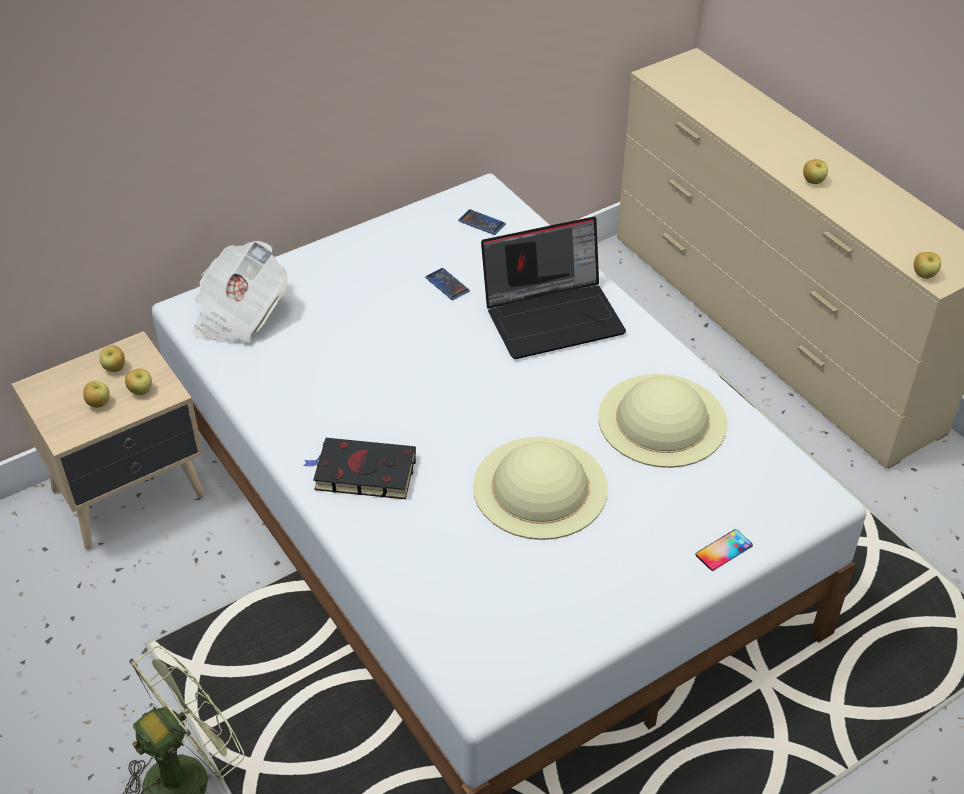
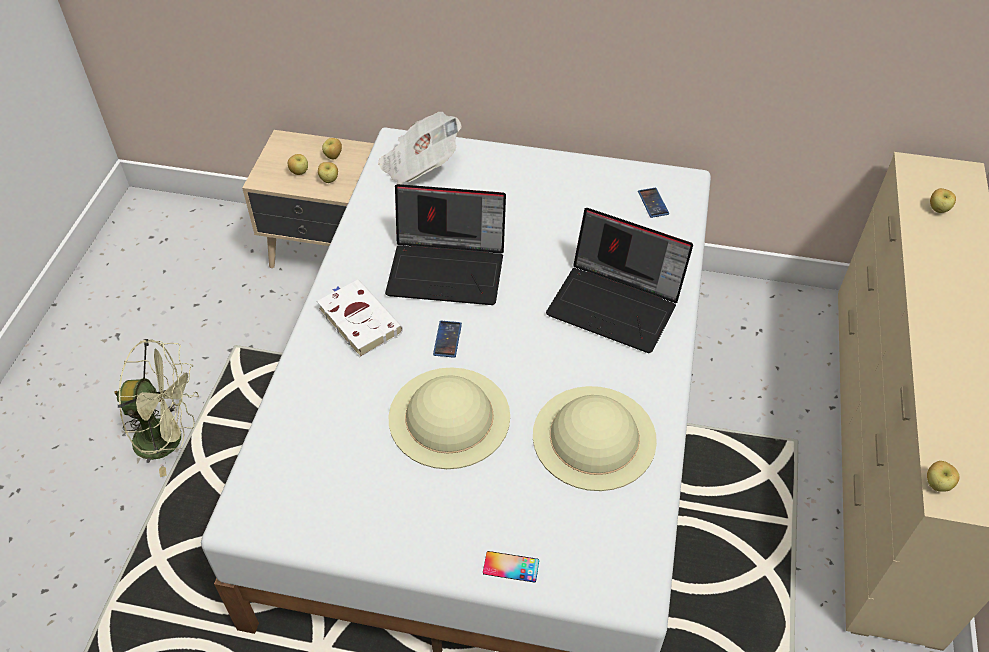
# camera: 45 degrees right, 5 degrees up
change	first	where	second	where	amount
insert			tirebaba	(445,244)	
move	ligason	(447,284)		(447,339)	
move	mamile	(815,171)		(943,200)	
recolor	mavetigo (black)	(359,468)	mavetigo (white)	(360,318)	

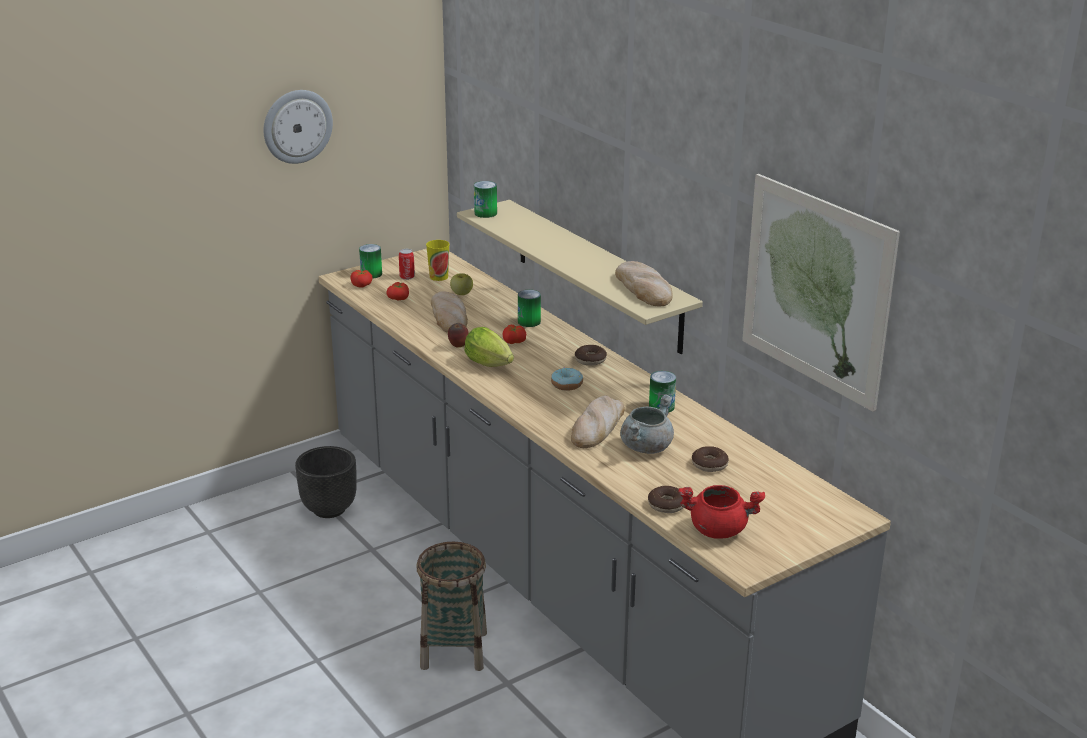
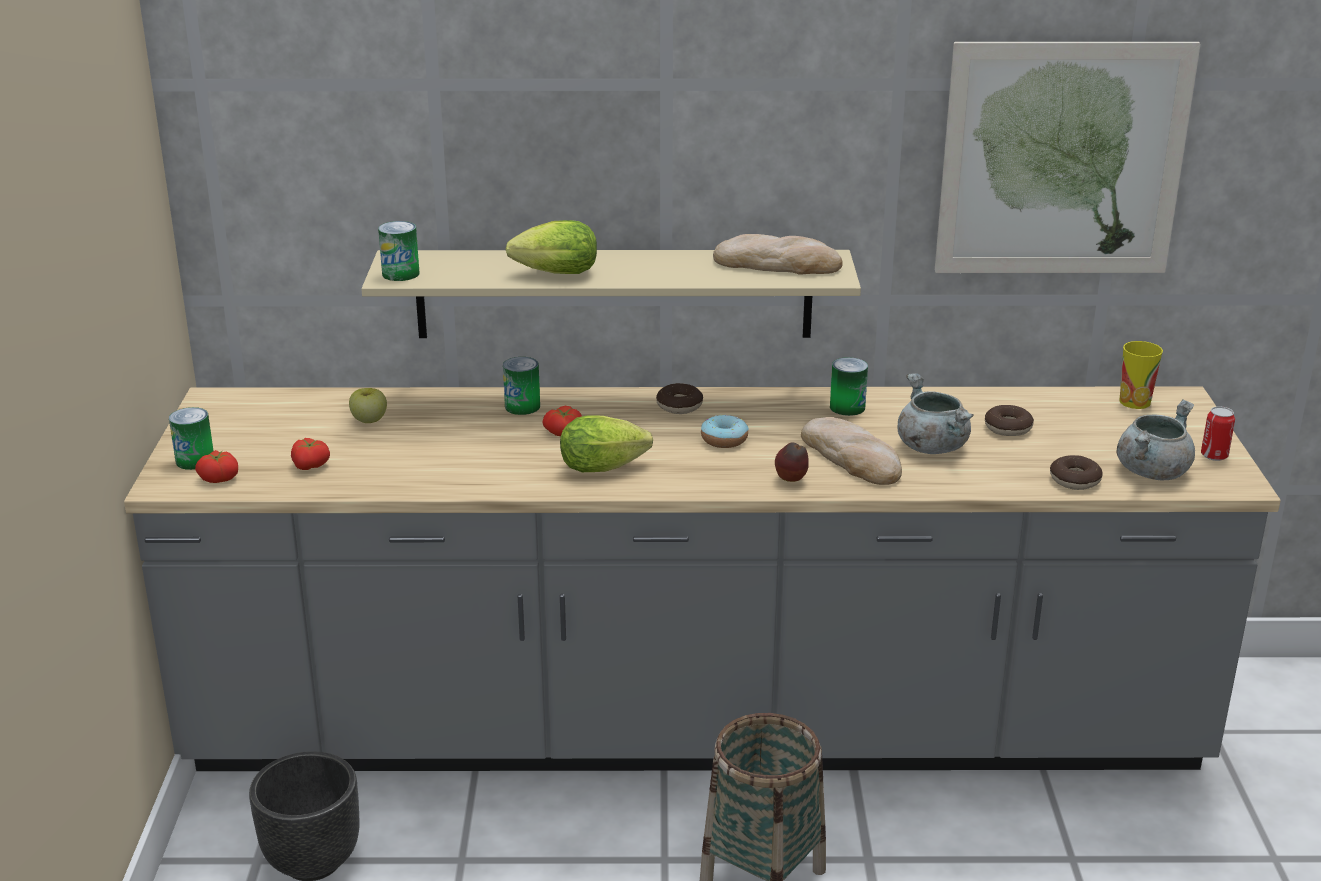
# camera: 55 degrees left, 0 degrees up
change	first	where	second	where	amount
delete	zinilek	(298,127)			
delete	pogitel	(449,312)			
insert			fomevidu	(551,247)	
move	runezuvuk	(407,264)		(1218,433)	
move	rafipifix	(437,260)		(1141,375)	
move	mamile	(458,335)		(792,462)	
recolor	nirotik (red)	(721,512)	nirotik (grey)	(1156,440)	

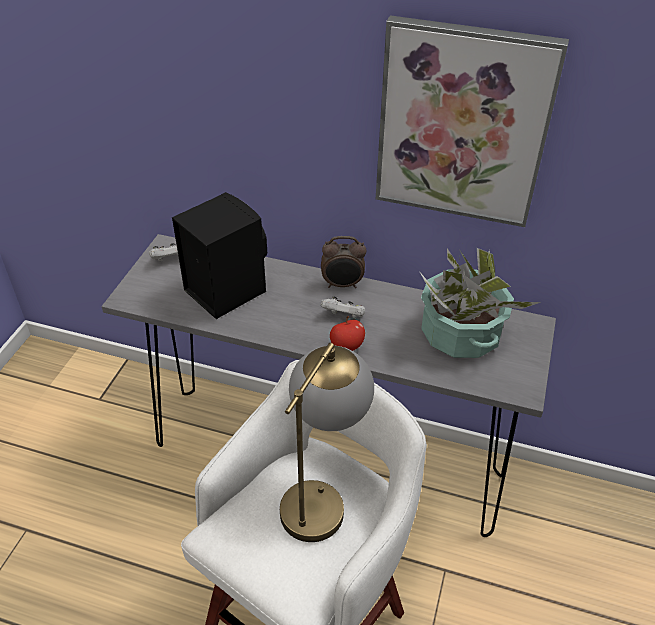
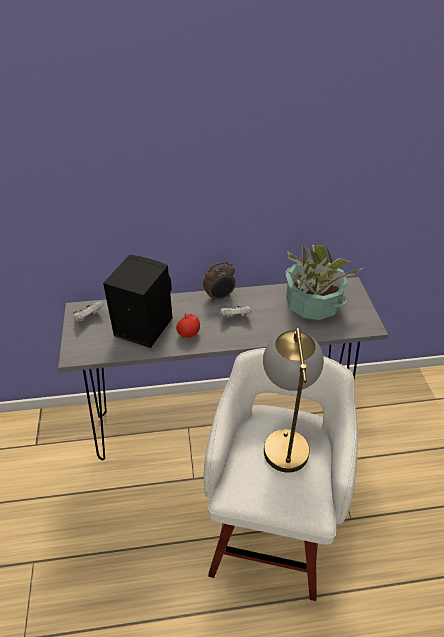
# camera: 25 degrees left, 0 degrees up
change	first	where	second	where	amount
delete	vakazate	(472,121)			
move	mamile	(347,333)		(188,325)	

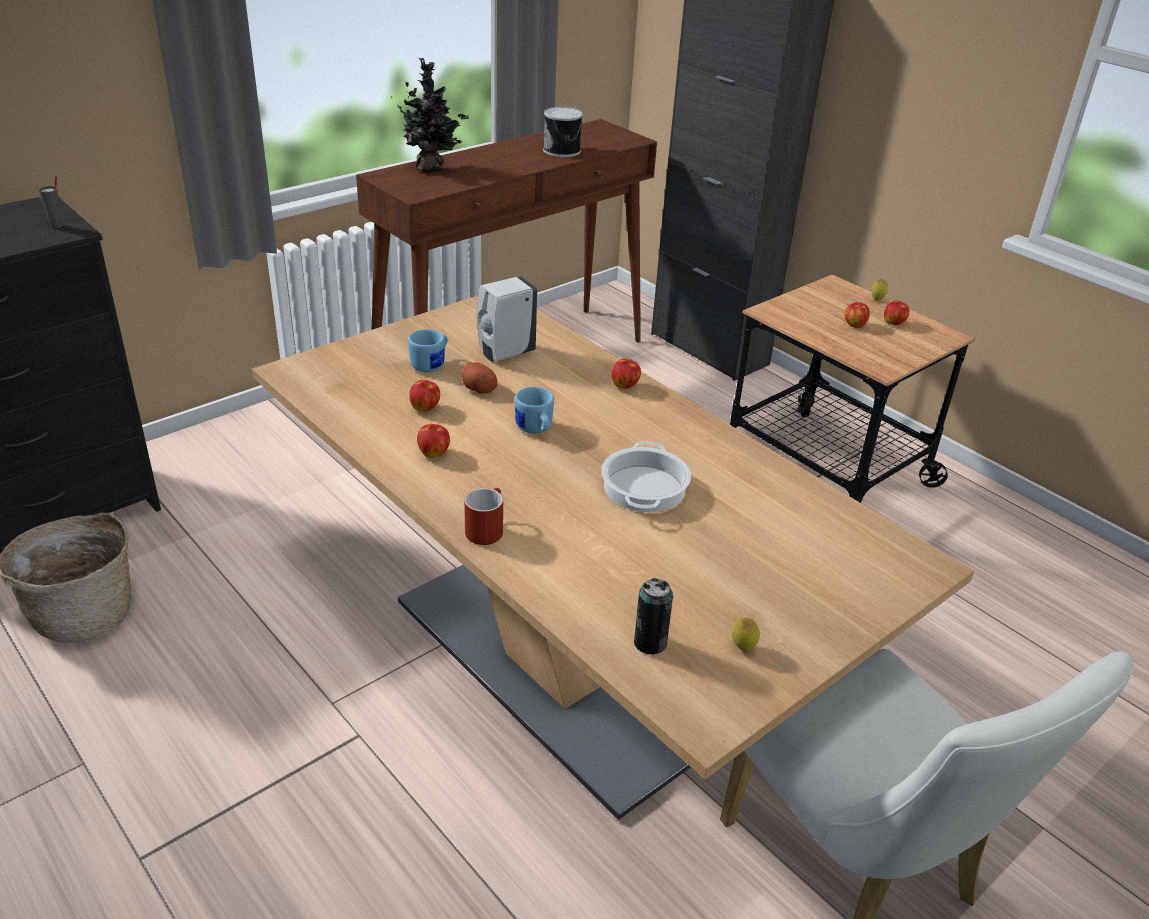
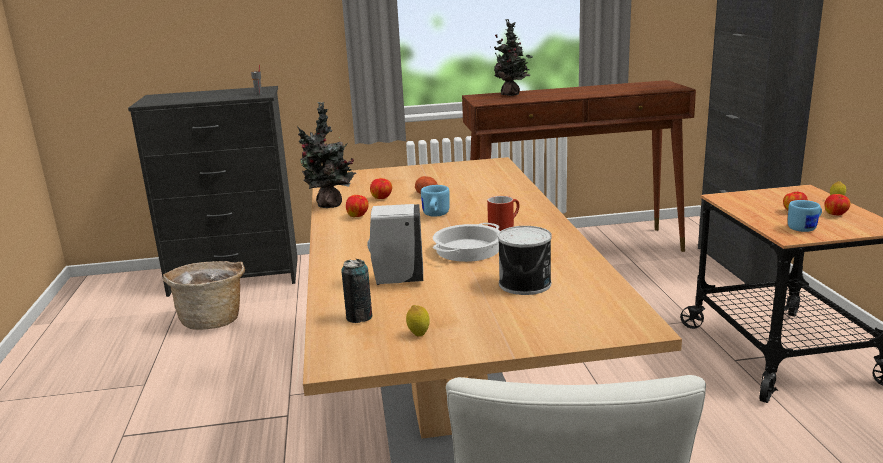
# camera: 35 degrees right, 15 degrees down
change	first	where	second	where	amount
delete	mamile	(626,373)			
insert			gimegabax	(327,155)	
move	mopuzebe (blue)	(428,350)		(805,216)	
move	mopuzebe (red)	(483,516)		(503,213)	
move	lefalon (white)	(507,319)		(395,244)	
move	runezuvuk	(563,132)		(525,260)	

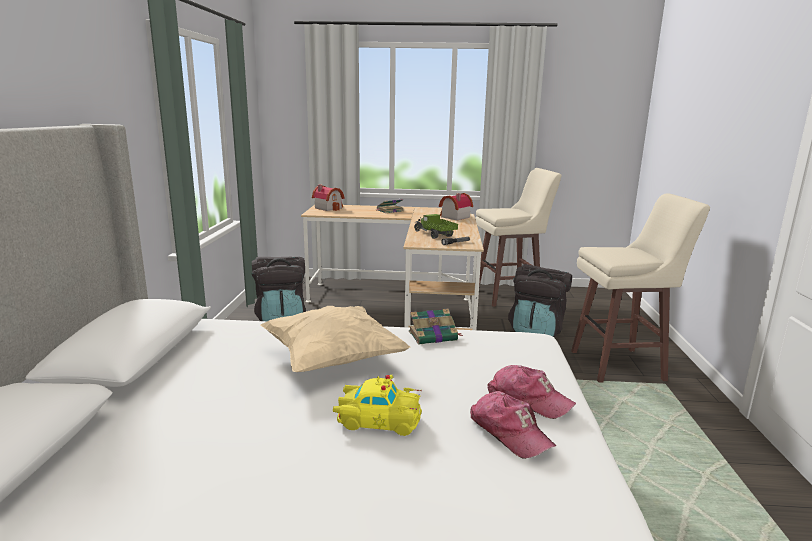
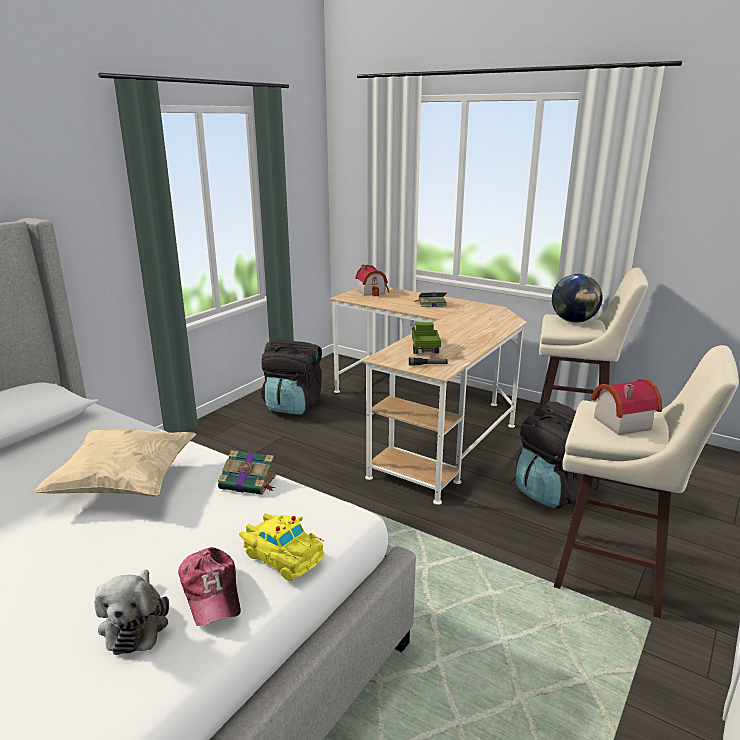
# camera: 30 degrees right, 5 degrees up
change	first	where	second	where	amount
insert			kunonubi	(577,298)	
move	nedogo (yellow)	(377,405)		(282,547)	
move	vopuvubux	(456,206)		(626,407)	
replace	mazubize	(513,425)	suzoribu	(131,612)	

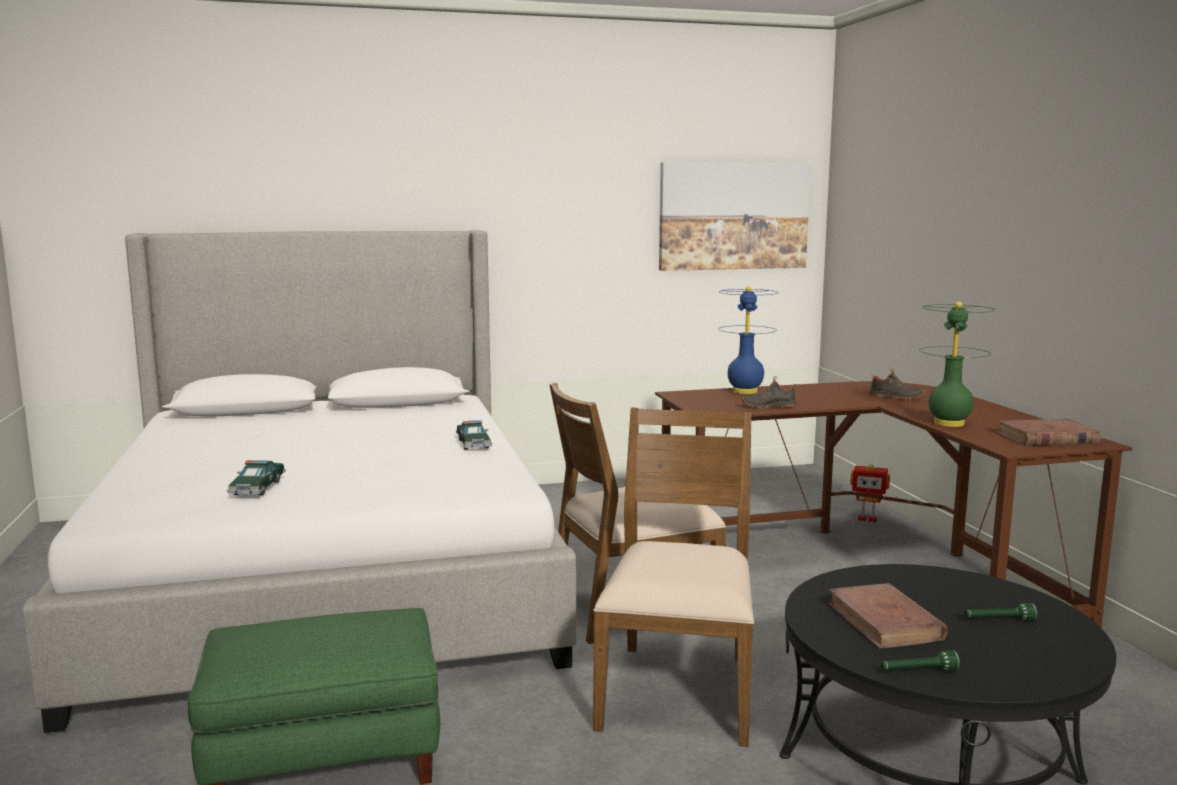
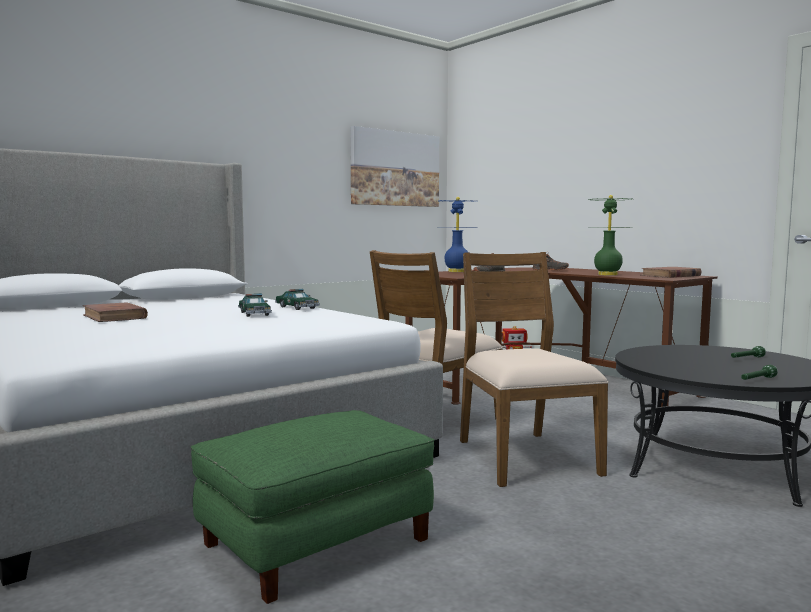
# camera: 25 degrees left, 5 degrees down
change	first	where	second	where	amount
move	nedogo	(256,477)		(255,305)	
move	mavetigo (brown)	(888,616)		(115,312)	

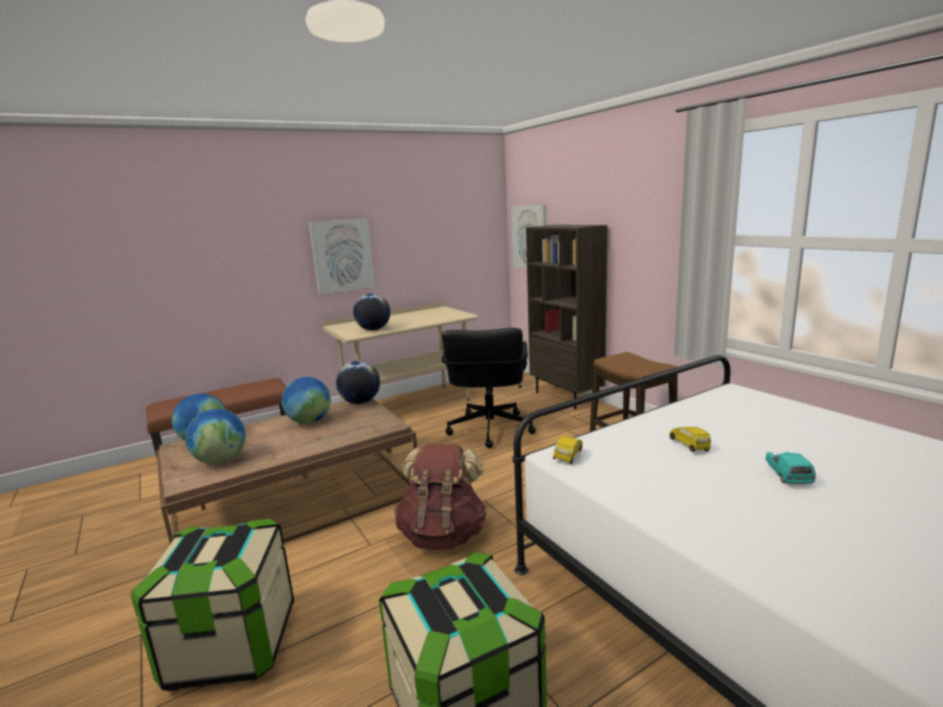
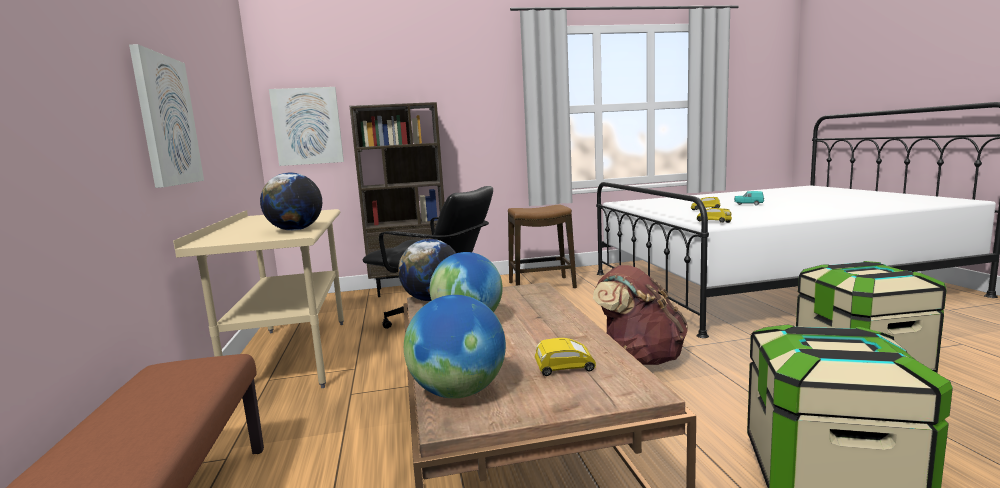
# camera: 70 degrees left, 5 degrees down
change	first	where	second	where	amount
replace	kunonubi	(215,436)	nedogo (yellow)	(565,357)	

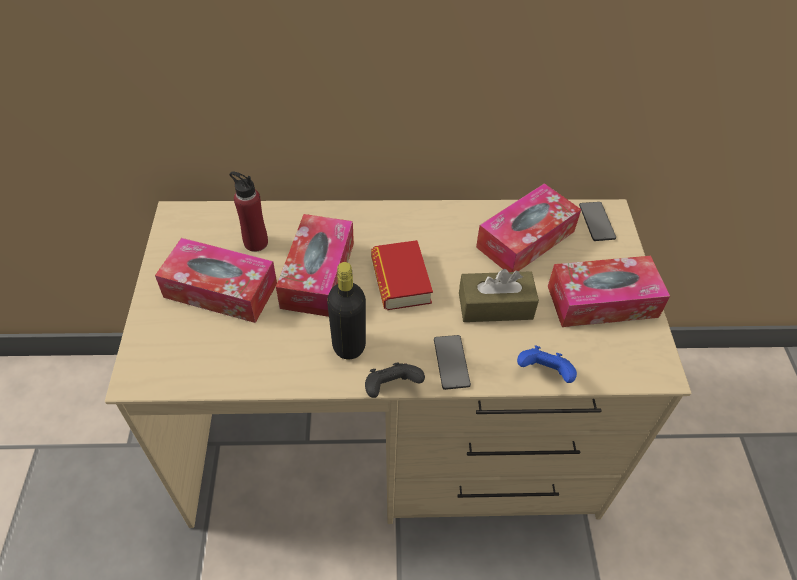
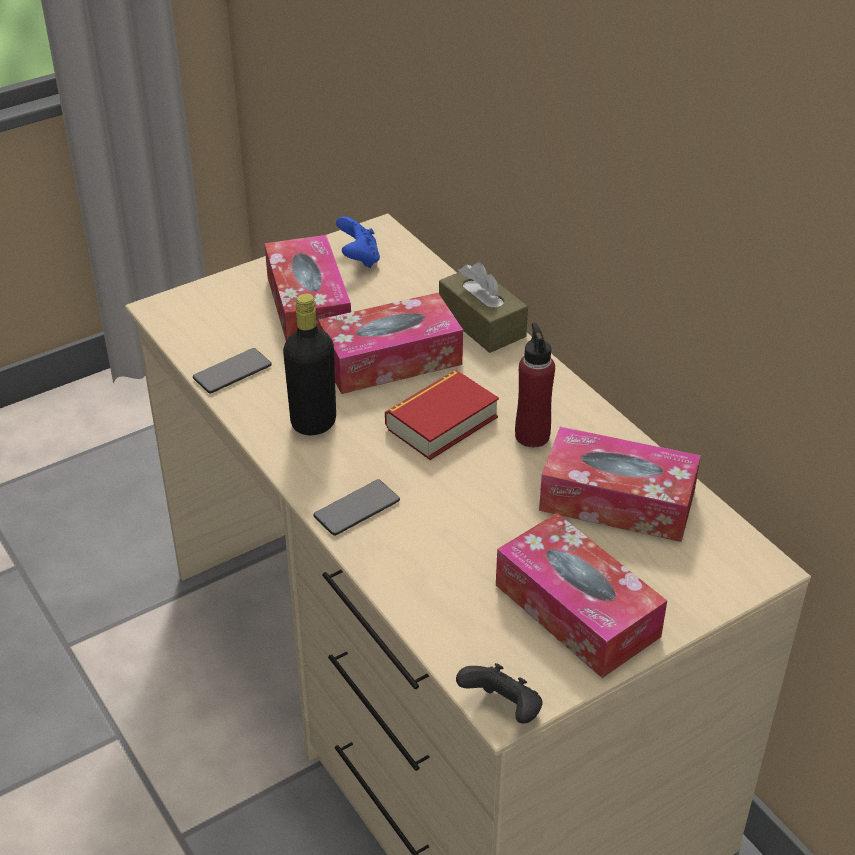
# camera: 60 degrees right, 10 degrees down
change	first	where	second	where	amount
move	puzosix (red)	(248,212)		(535,385)	
move	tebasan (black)	(395,380)		(499,693)	
move	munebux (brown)	(499,295)		(483,307)	
move	tebasan (blue)	(547,364)		(358,242)	
move	ligason	(597,221)		(232,370)	

